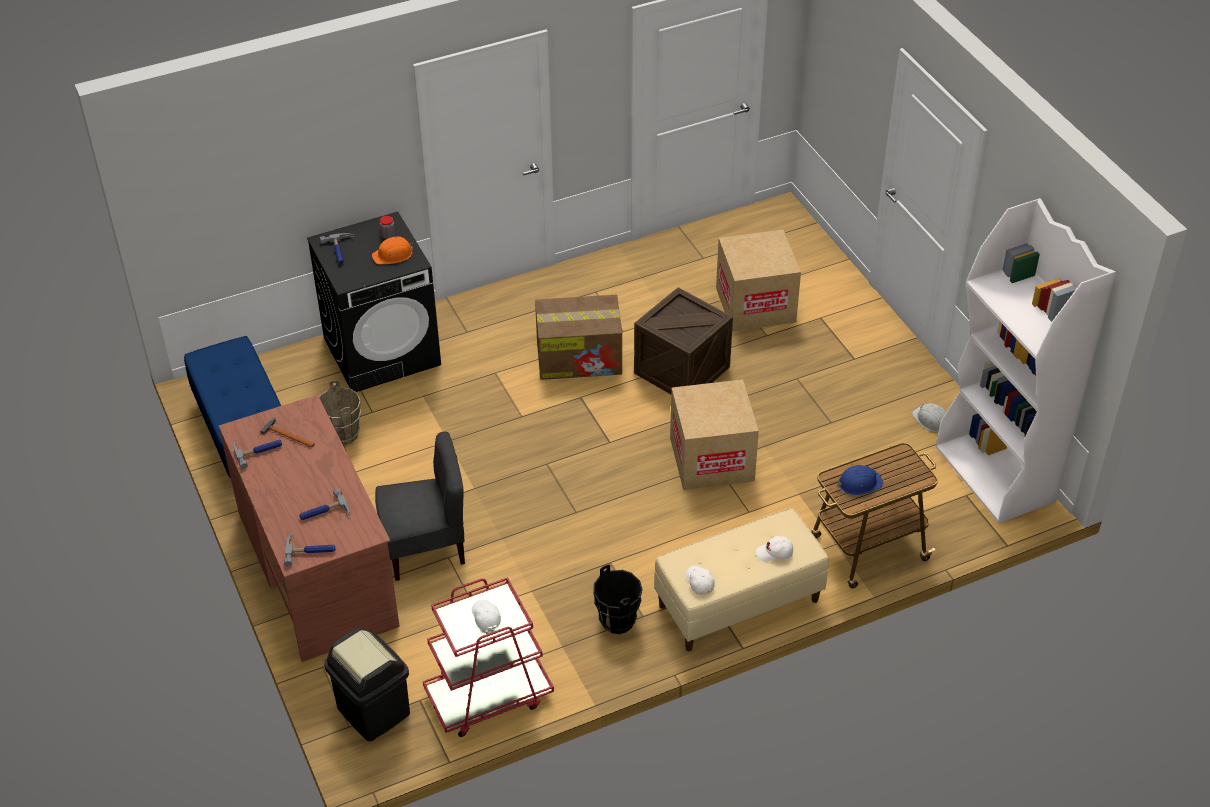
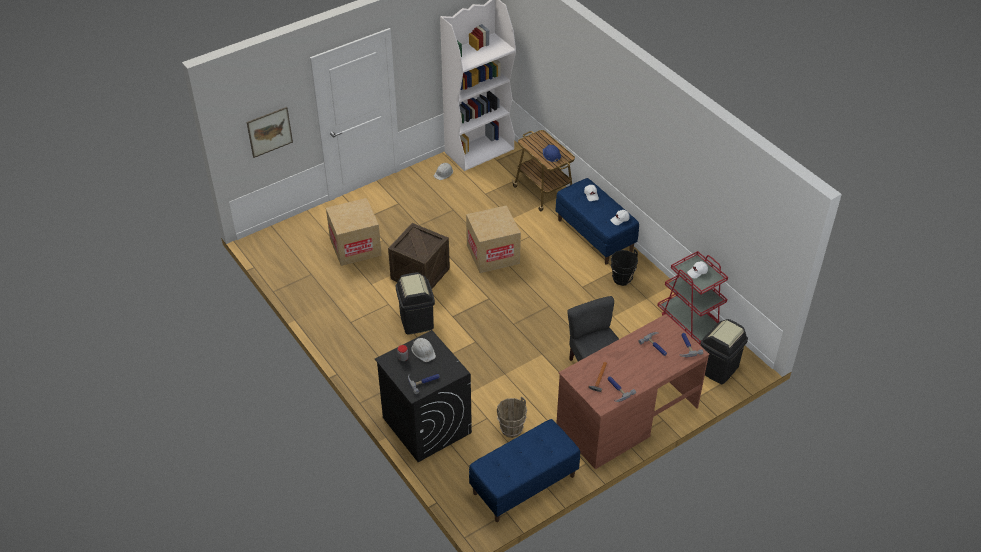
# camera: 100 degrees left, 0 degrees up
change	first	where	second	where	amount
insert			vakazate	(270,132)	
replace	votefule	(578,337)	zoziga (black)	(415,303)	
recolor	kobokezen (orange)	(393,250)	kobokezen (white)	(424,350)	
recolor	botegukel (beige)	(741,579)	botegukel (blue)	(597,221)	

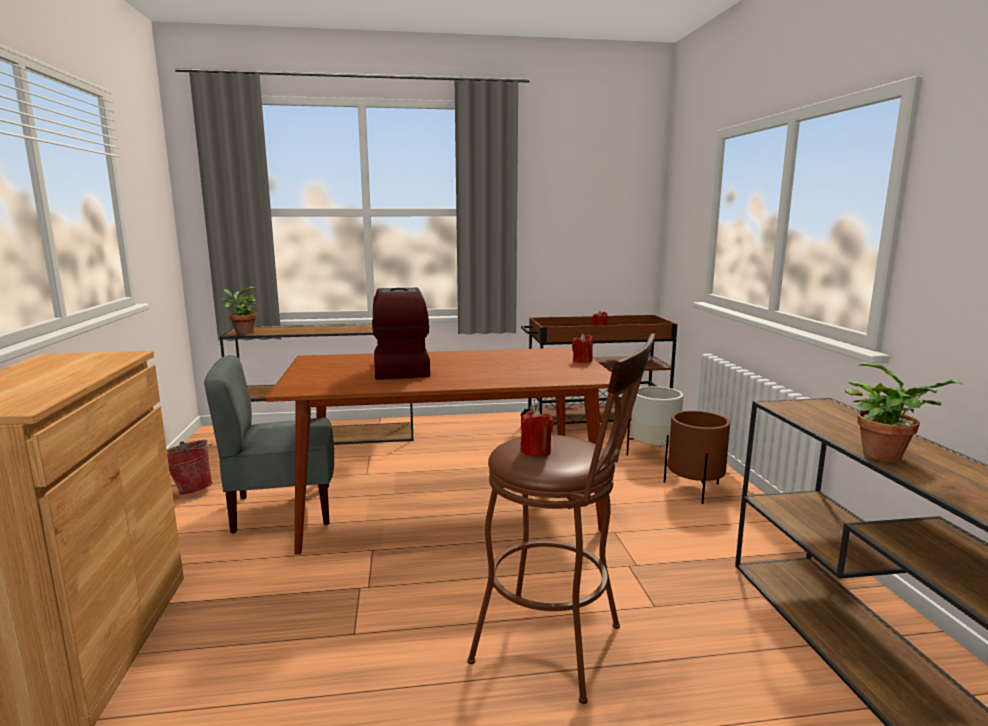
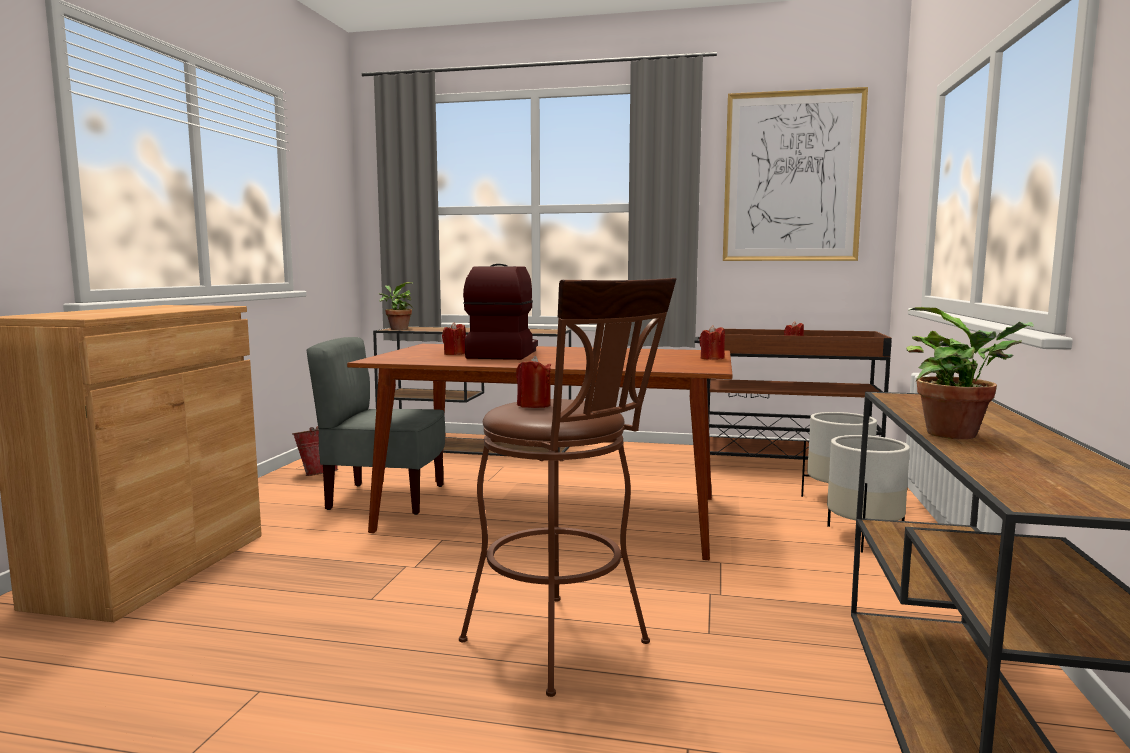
# camera: 20 degrees right, 5 degrees down
change	first	where	second	where	amount
insert			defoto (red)	(454,338)	
insert			vakazate	(795,174)	
recolor	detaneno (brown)	(697,457)	detaneno (white)	(868,494)	

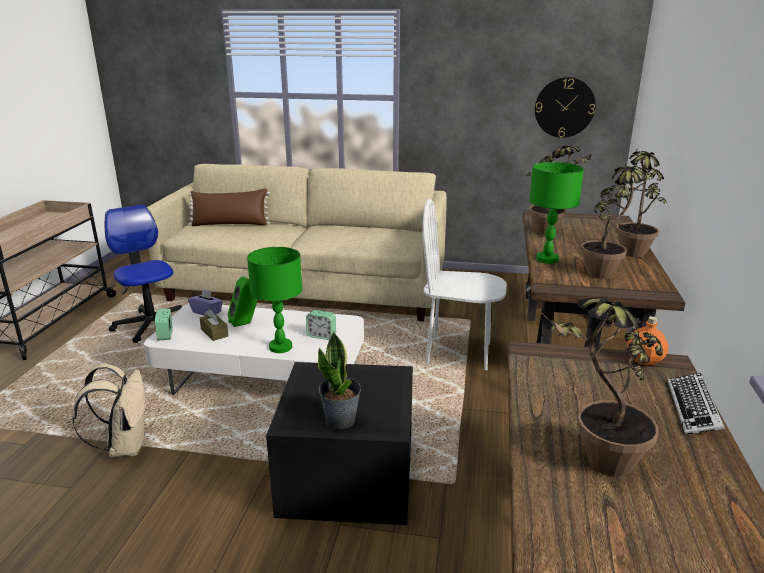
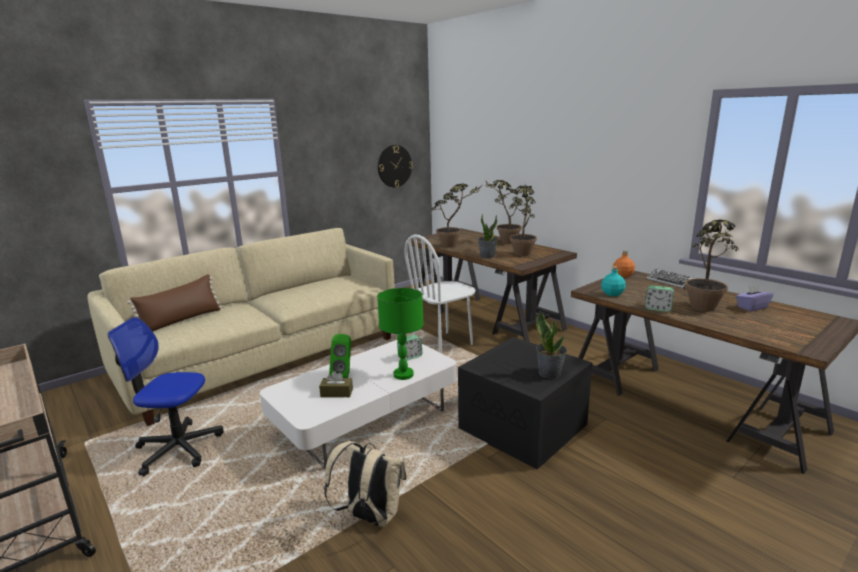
# camera: 50 degrees left, 5 degrees down
change	first	where	second	where	amount
insert			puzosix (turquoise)	(613,281)	
move	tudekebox	(164,324)		(659,298)	
move	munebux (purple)	(205,302)		(754,297)	
replace	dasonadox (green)	(556,213)	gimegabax	(488,236)	

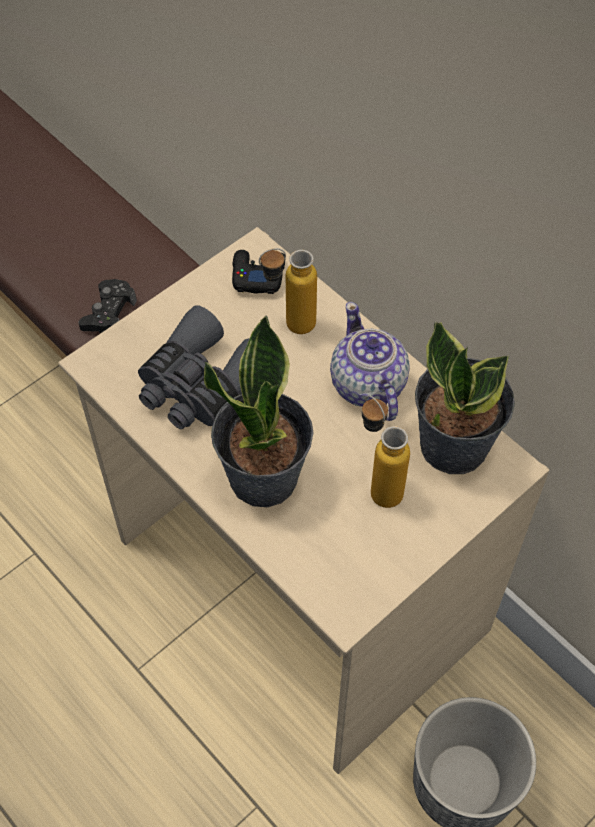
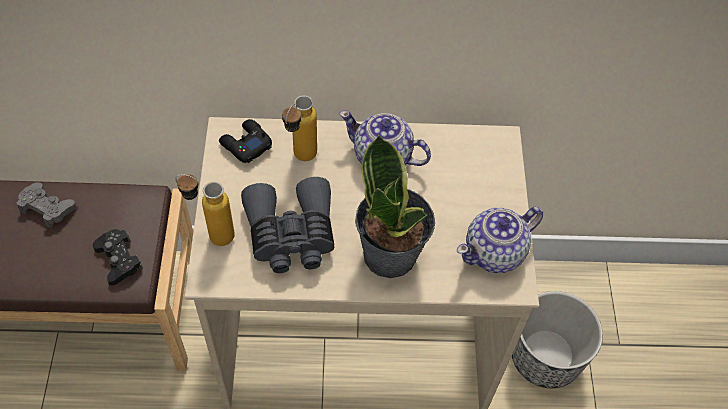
# camera: 50 degrees left, 0 degrees up
change	first	where	second	where	amount
delete	gimegabax	(465,398)			
insert			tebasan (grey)	(47,205)	
insert			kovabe	(500,240)	
move	puzosix	(386,451)		(205,210)	

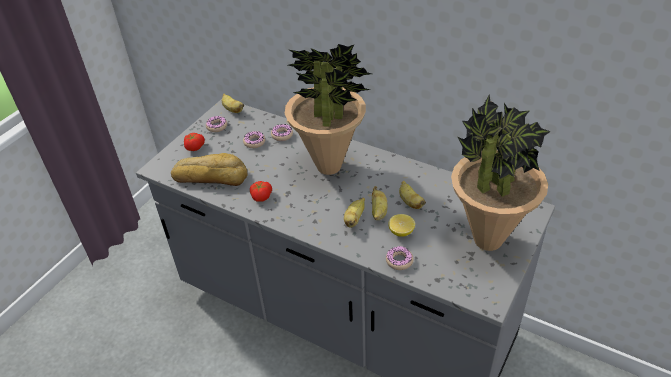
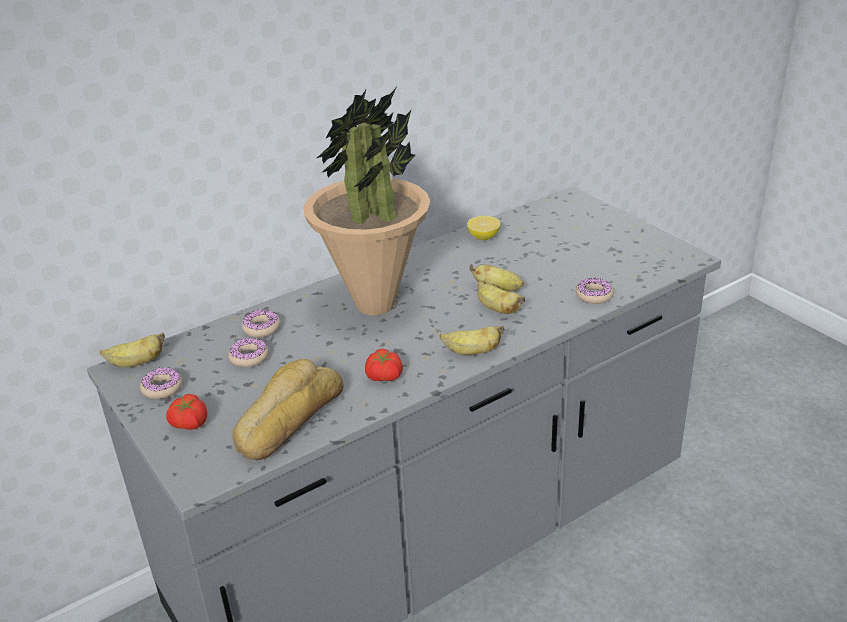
# camera: 65 degrees left, 10 degrees down
change	first	where	second	where	amount
delete	gimegabax	(501,173)			
move	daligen	(401,225)		(483,228)	
move	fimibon	(412,195)		(472,340)	

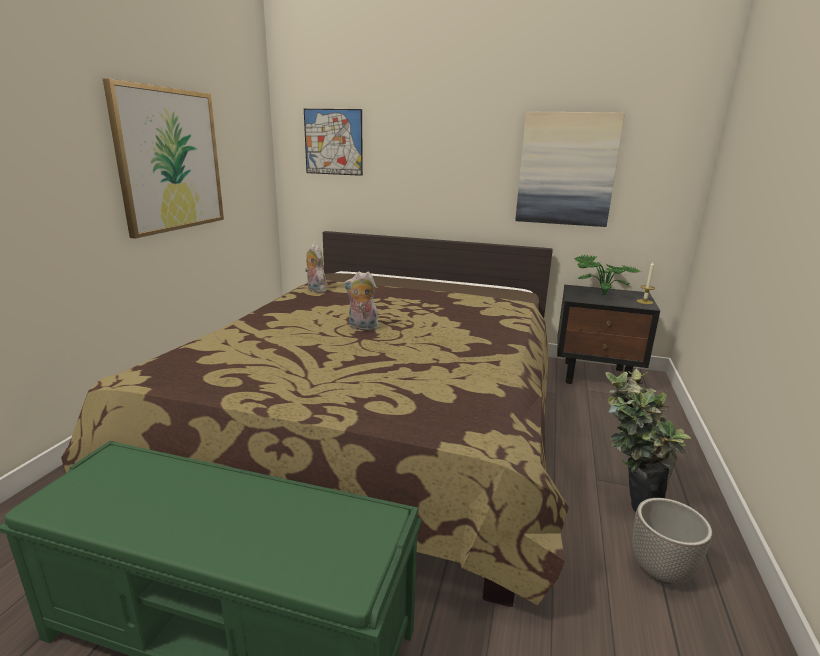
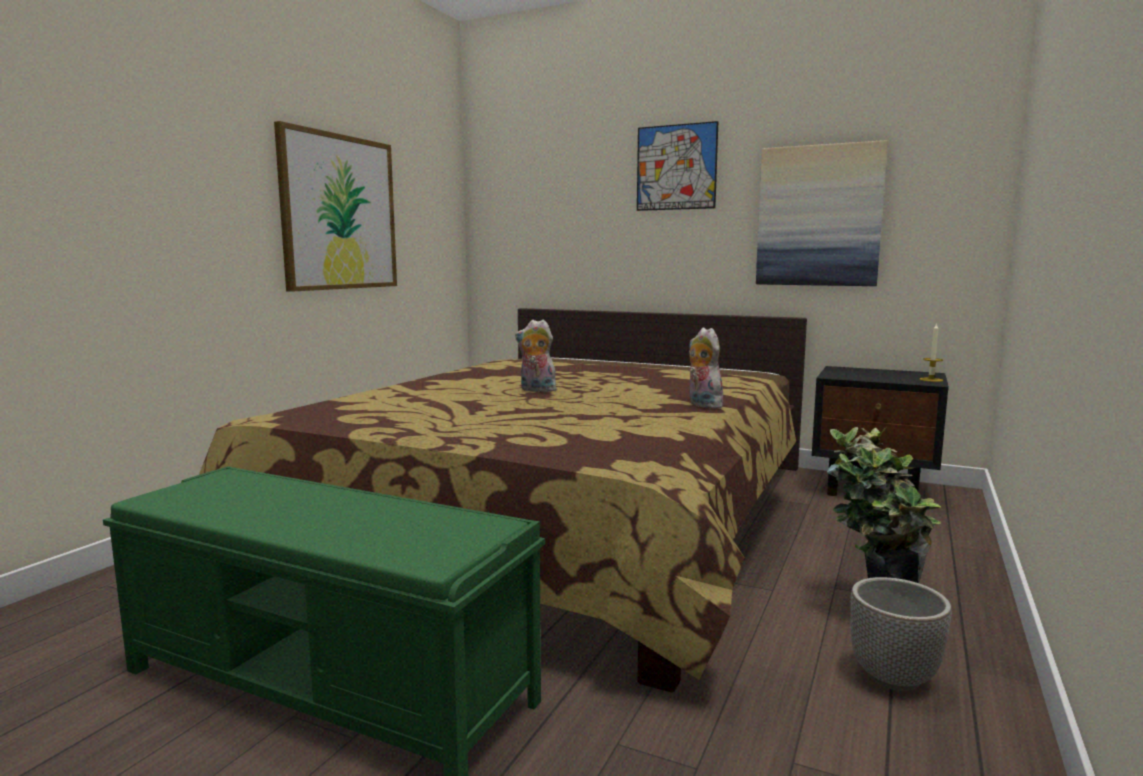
# camera: 10 degrees right, 10 degrees down
change	first	where	second	where	amount
delete	gimegabax	(608,275)			
move	vakazate	(333,142)		(677,166)	
move	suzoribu	(316,268)		(708,368)	

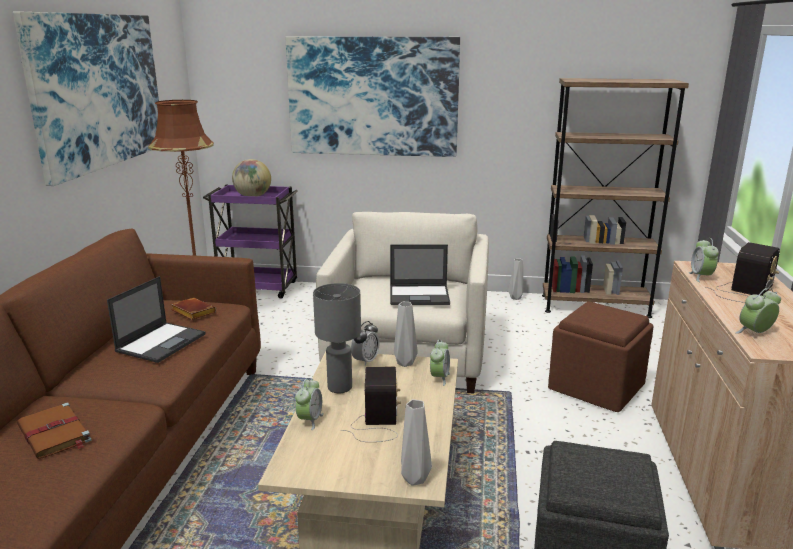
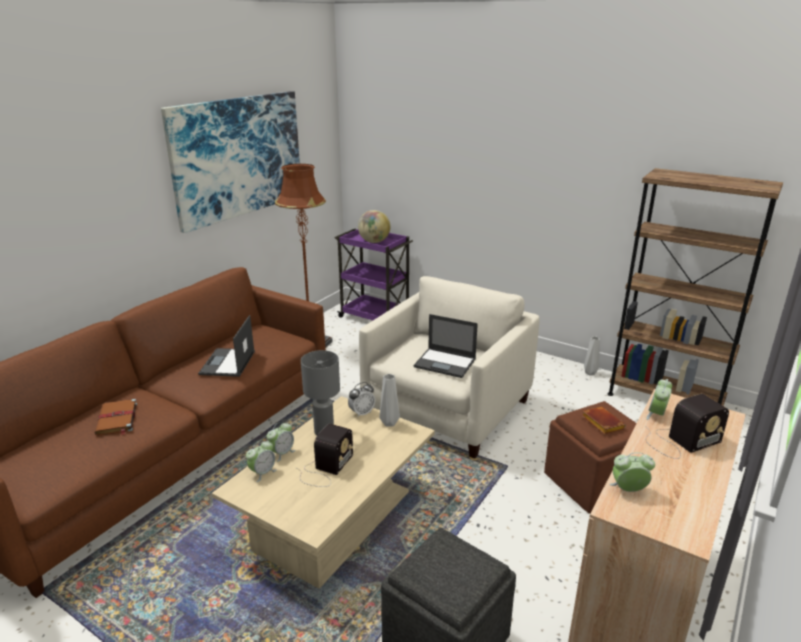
# camera: 25 degrees right, 5 degrees up
change	first	where	second	where	amount
delete	vakazate	(373,96)			
delete	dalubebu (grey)	(416,442)			
move	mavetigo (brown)	(193,309)		(604,420)	
move	tudekebox	(440,363)		(261,461)	
rotate	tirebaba	(156,319)		(226,346)	135 degrees clockwise

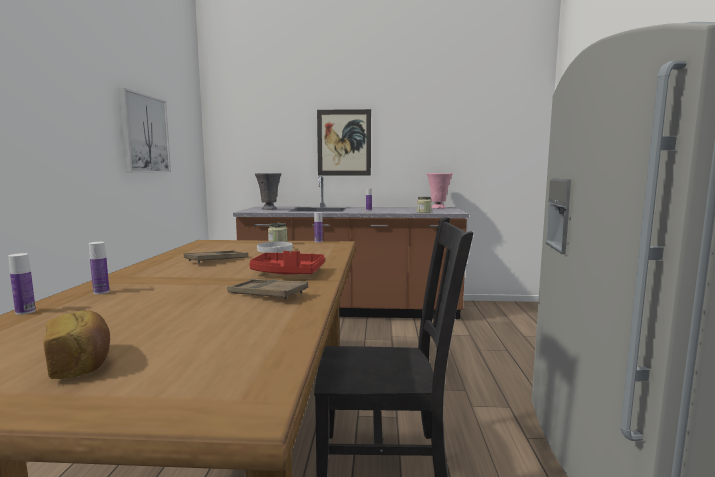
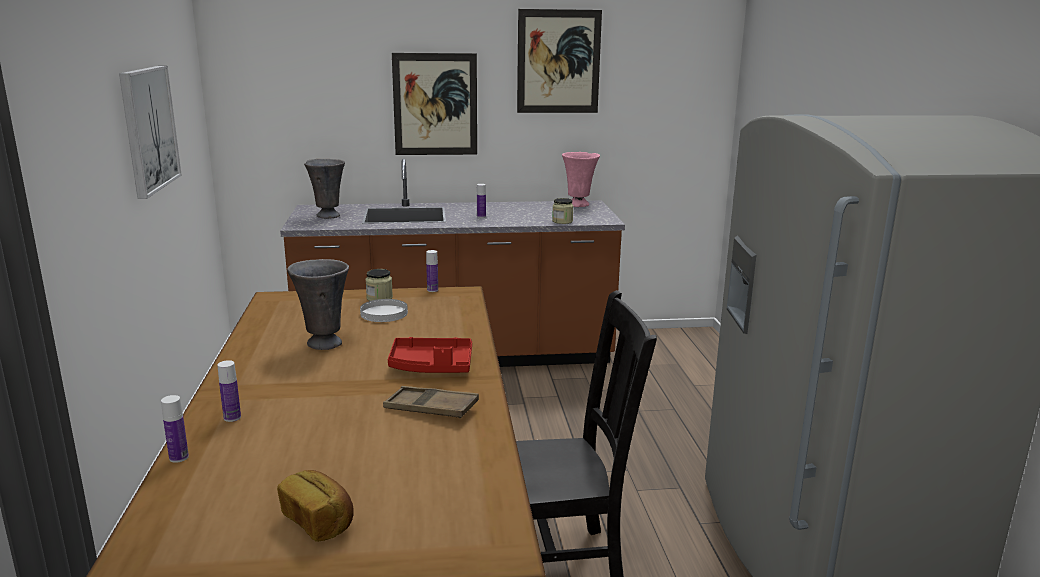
# camera: 10 degrees left, 10 degrees up
change	first	where	second	where	amount
insert			vakazate	(559,61)	
replace	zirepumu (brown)	(216,256)	dalubebu (grey)	(318,304)	

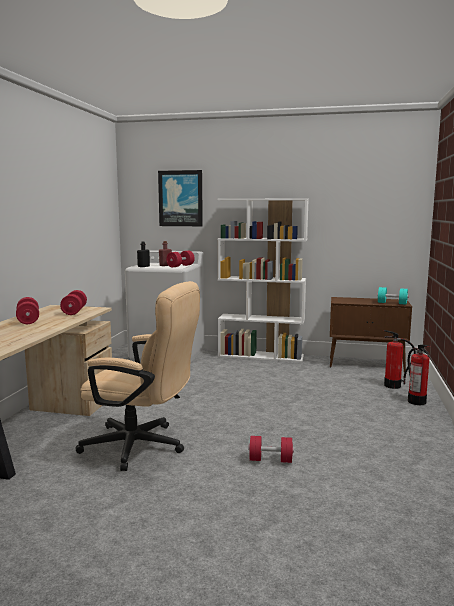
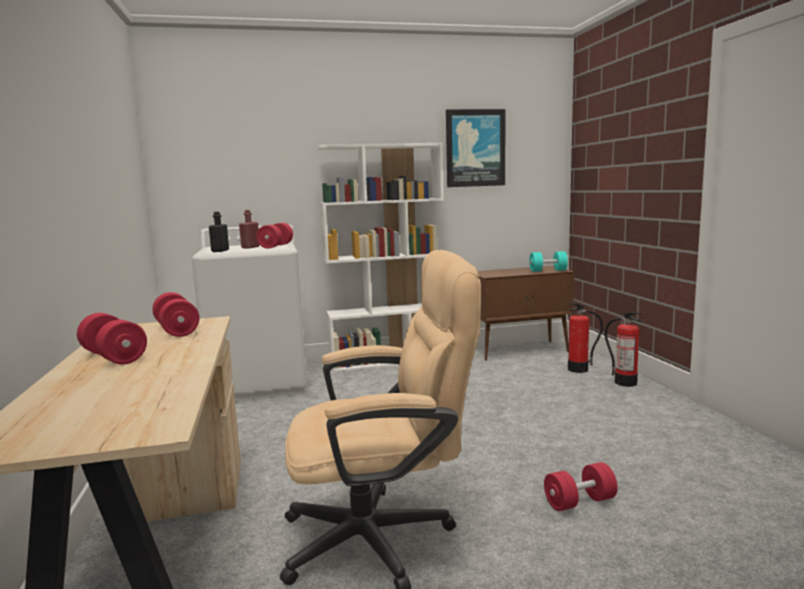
# camera: 25 degrees left, 0 degrees up
change	first	where	second	where	amount
move	vakazate	(180,198)		(475,148)	

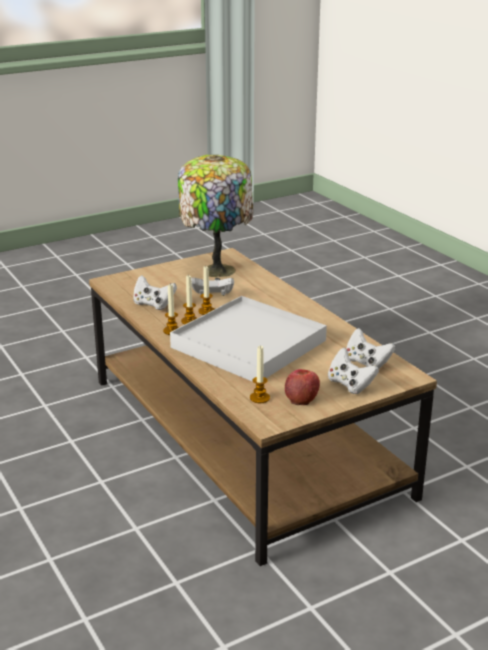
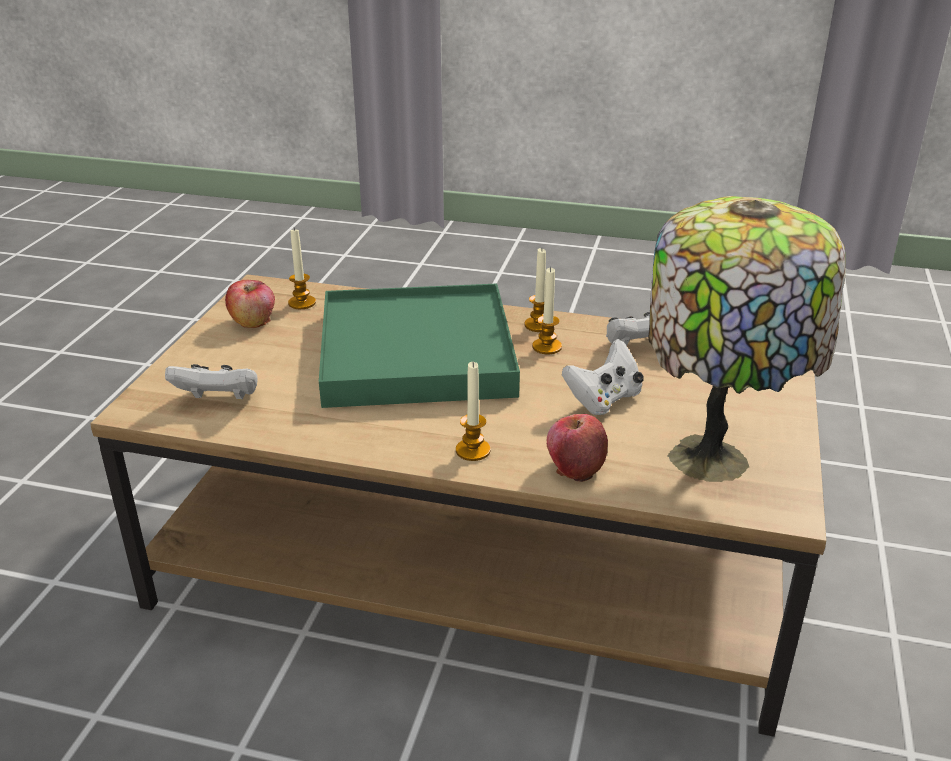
# camera: 135 degrees right, 5 degrees up
change	first	where	second	where	amount
delete	tebasan (white)	(353,371)			
insert			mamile	(577,448)	
move	defoto	(206,290)		(473,411)	
recolor	zirepumu (white)	(248,339)	zirepumu (green)	(419,346)	

